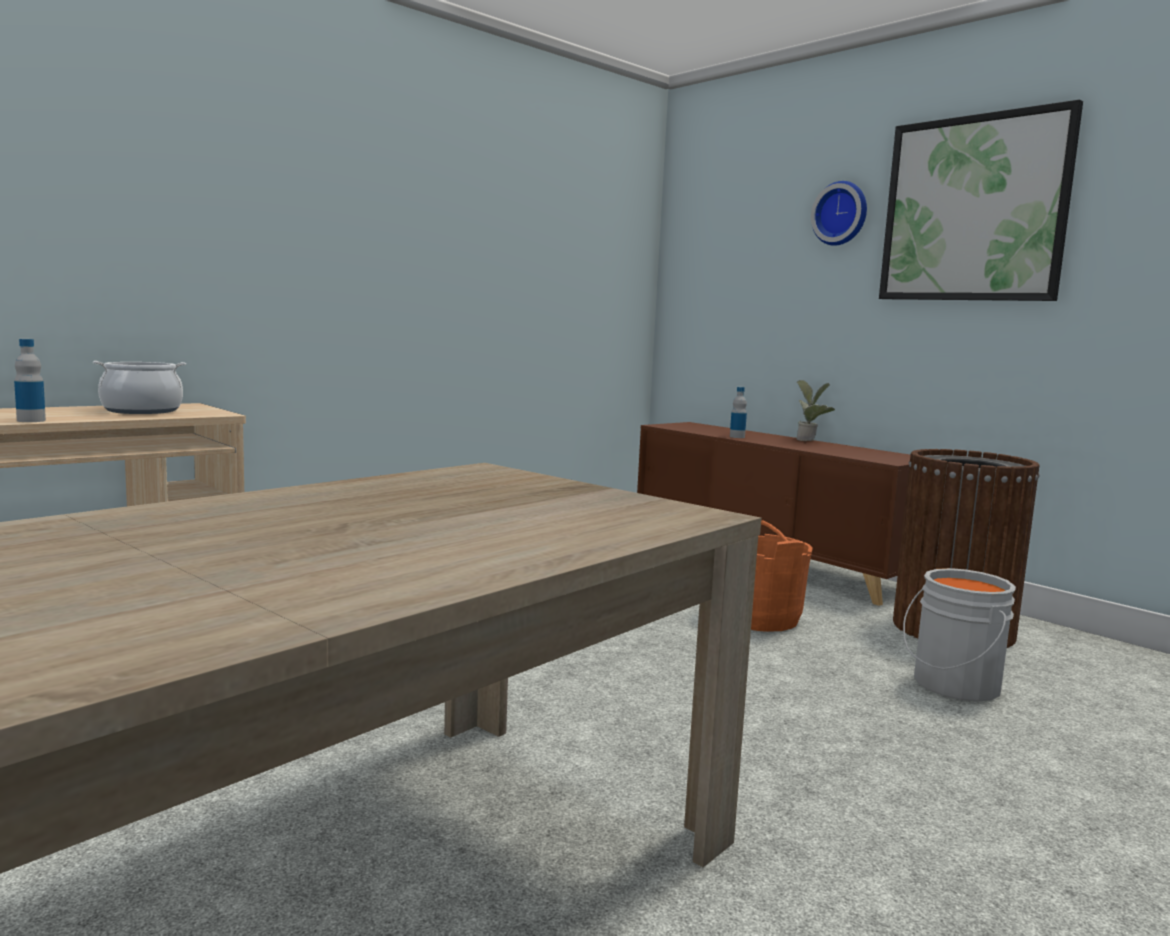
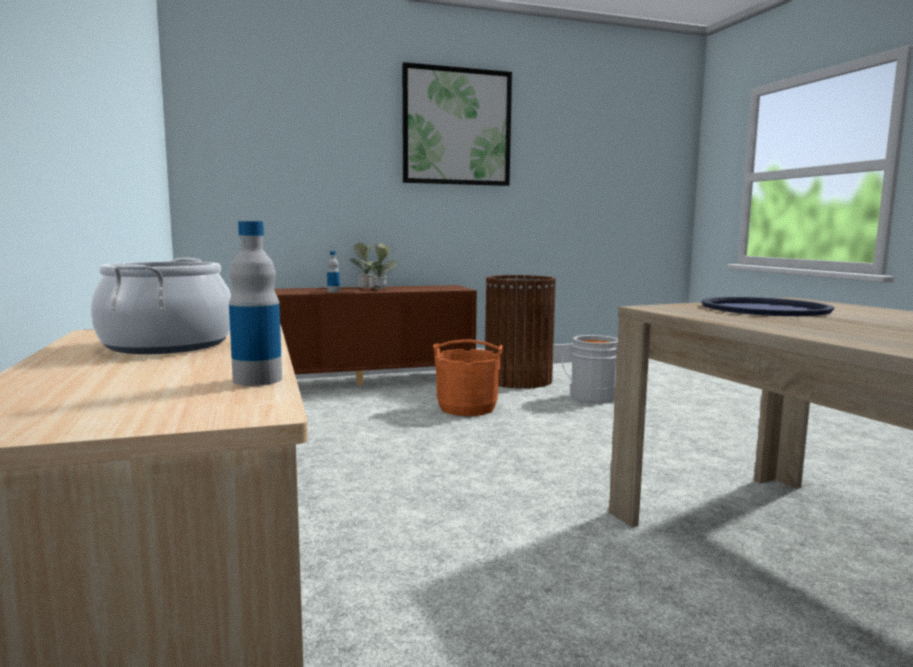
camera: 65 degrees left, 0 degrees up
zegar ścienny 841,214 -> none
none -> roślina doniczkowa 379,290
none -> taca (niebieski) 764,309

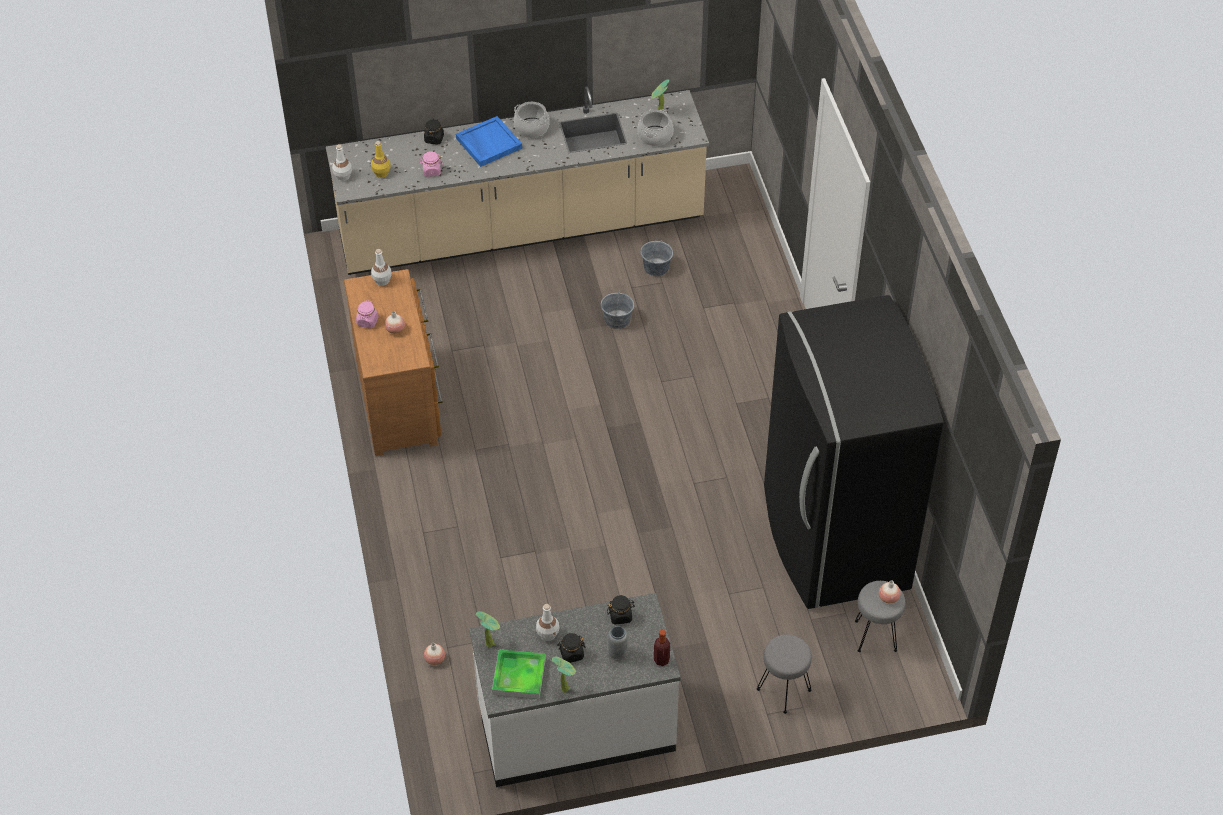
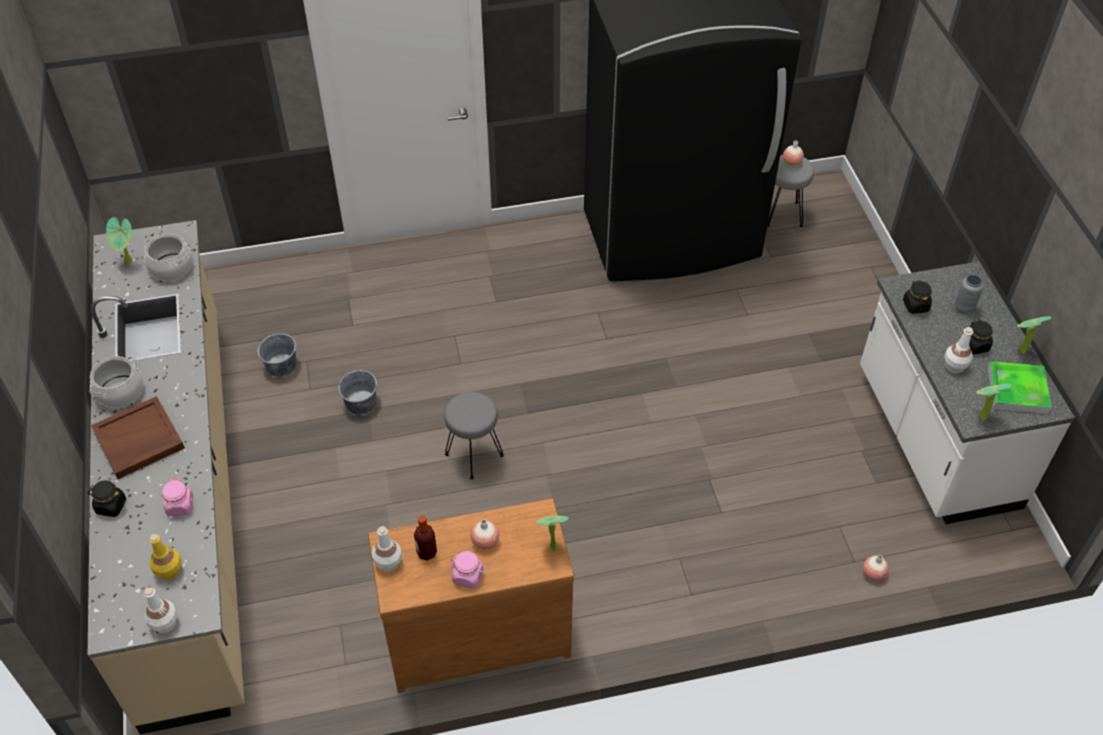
camera: 90 degrees left, 0 degrees up
taca (niebieski) 488,143 -> taca (brązowy) 138,440
butelka 661,660 -> butelka 427,552, moved
stołek (szary) 783,690 -> stołek (szary) 474,456, moved
none -> roślina doniczkowa 551,546

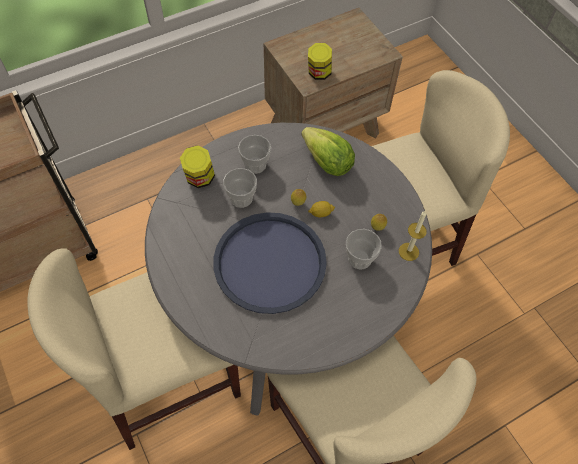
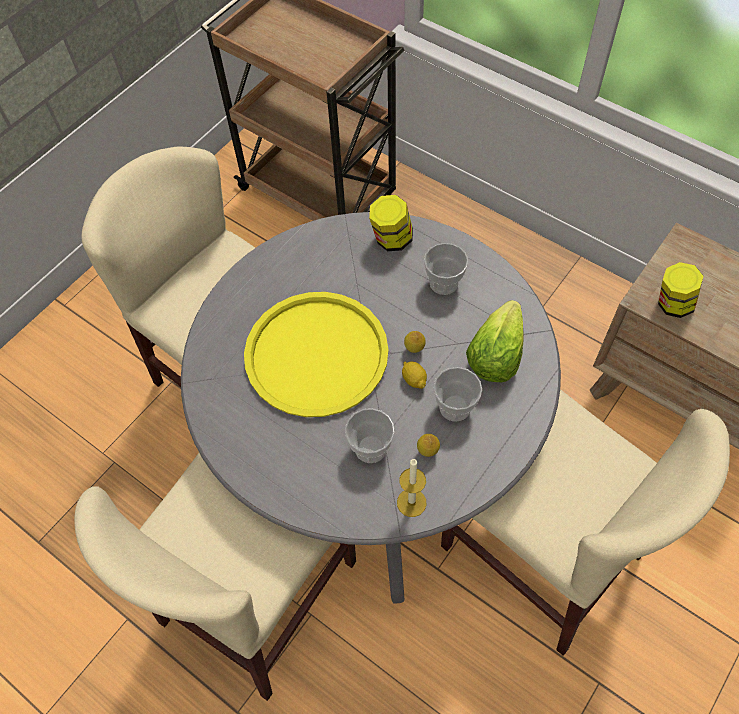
camera: 70 degrees right, 0 degrees up
taca (niebieski) 269,263 -> taca (żółty) 316,354
filiżanka 241,198 -> filiżanka 455,407, moved

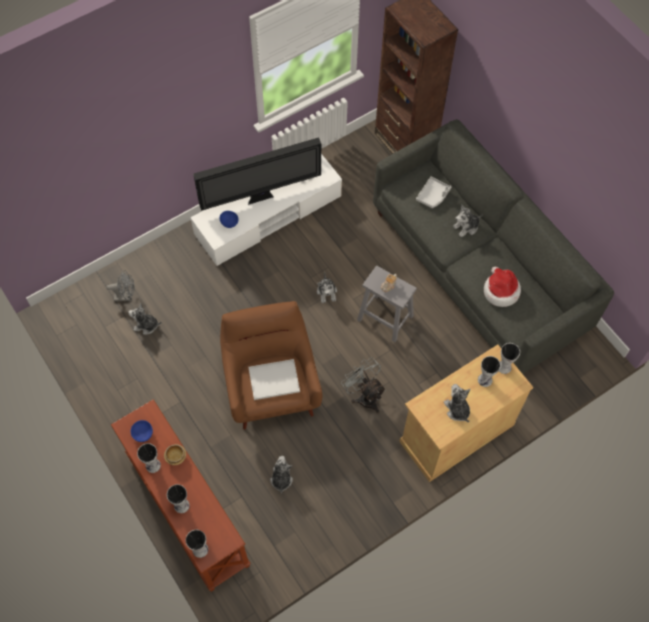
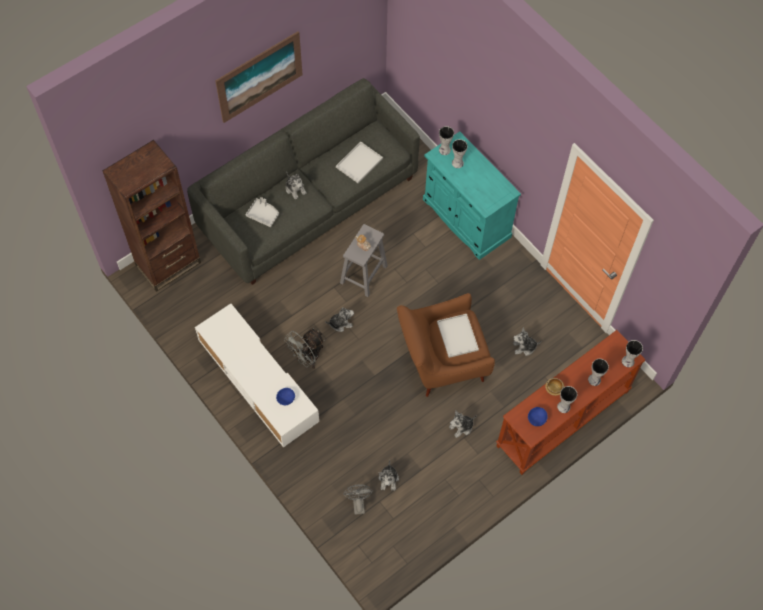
camera: 95 degrees left, 0 degrees up
telewizor 261,197 -> none
wentylator (szary) 364,396 -> wentylator (szary) 307,358, moved
szafka (beżowy) 456,432 -> szafka (turkusowy) 466,218
pluszak 457,409 -> pluszak 461,427, moved
kapelusz 500,291 -> taca (biały) 359,163
none -> obraz 259,77

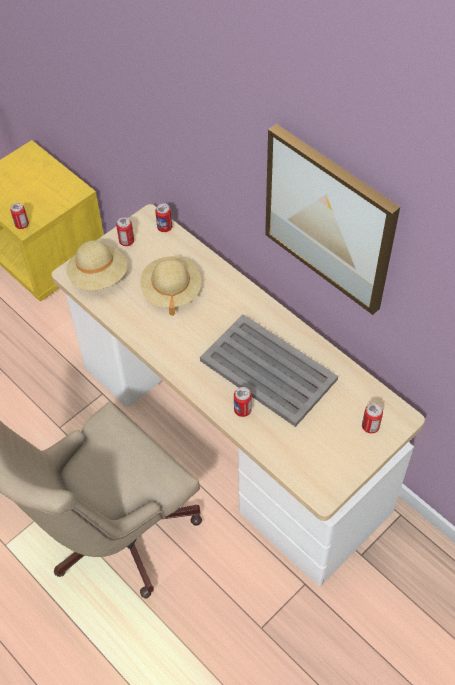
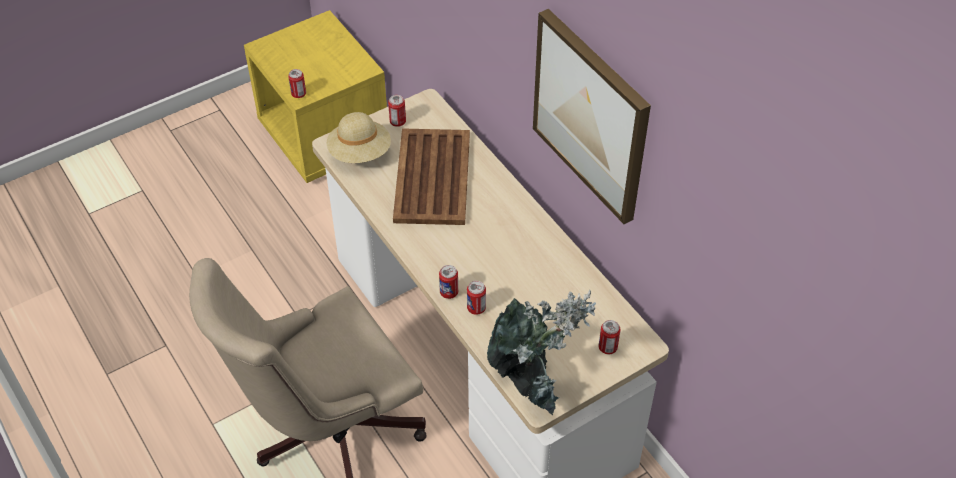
camera: 10 degrees right, 5 degrees down
kapelusz (beżowy) 171,291 -> taca (brązowy) 432,178
puszka 164,227 -> puszka 449,292, moved
taca (szary) 269,371 -> none
none -> roślina doniczkowa 533,381

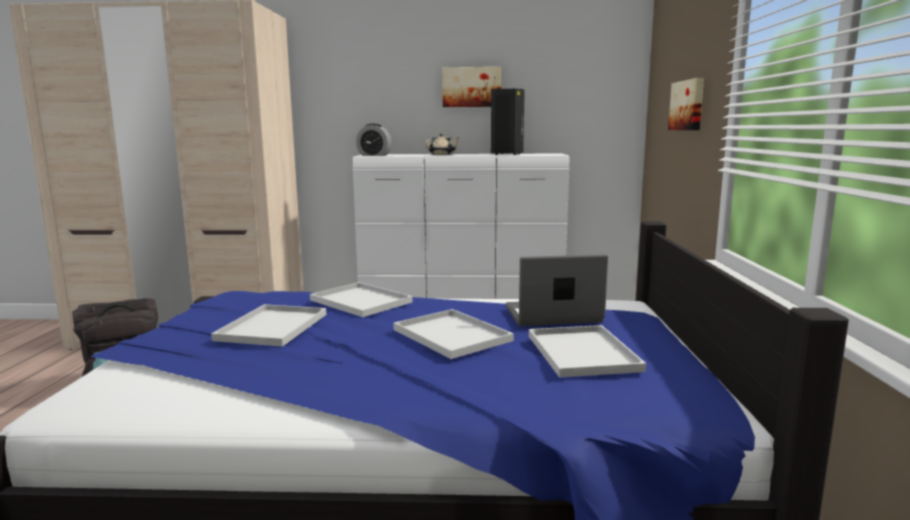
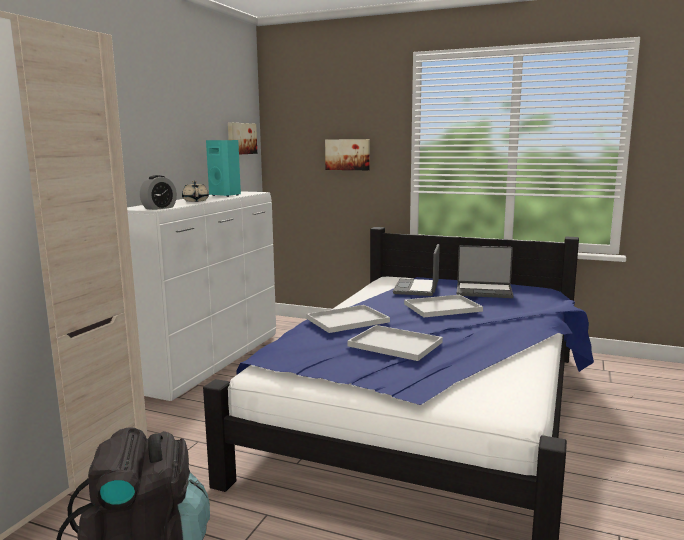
camera: 70 degrees left, 0 degrees up
obraz 471,87 -> obraz 241,138, moved
głośnik (czarny) 507,154 -> głośnik (turkusowy) 226,195
taca (biały) 584,353 -> laptop 484,291

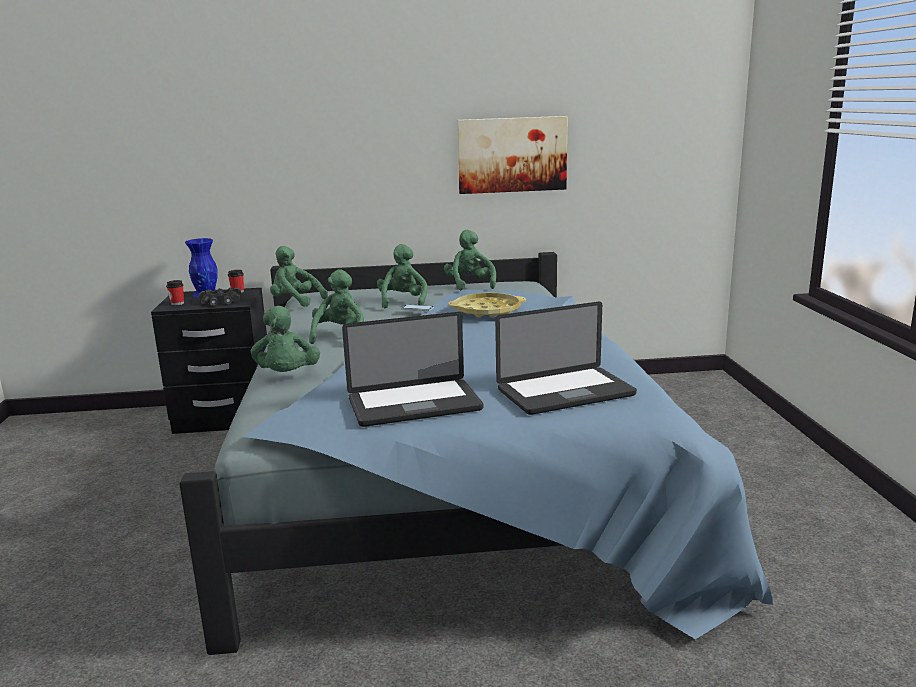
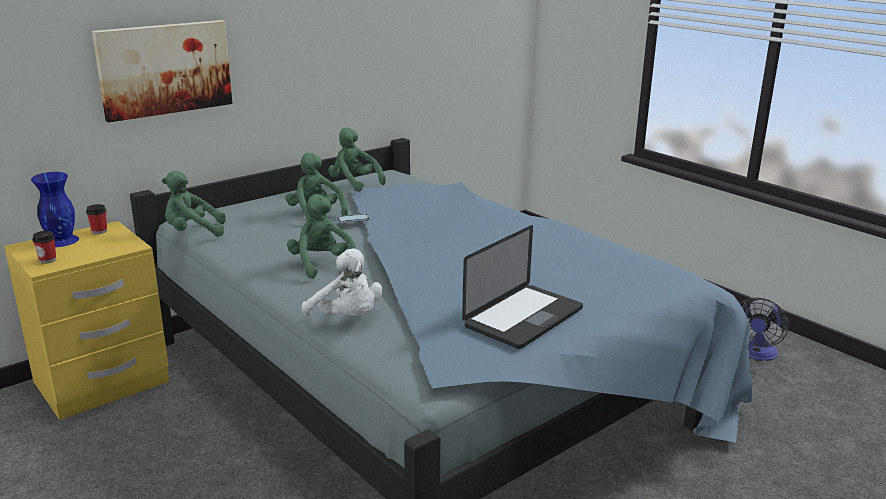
camera: 35 degrees left, 5 degrees up
szafka nocna (czarny) 225,417 -> szafka nocna (żółty) 102,383
lornetka (czarny) 221,301 -> none
pluszak (zielony) 287,376 -> pluszak (biały) 347,318
taca (żółty) 487,310 -> none
obraz 512,154 -> obraz 165,69, moved
laptop 565,393 -> none
none -> wentylator 756,354

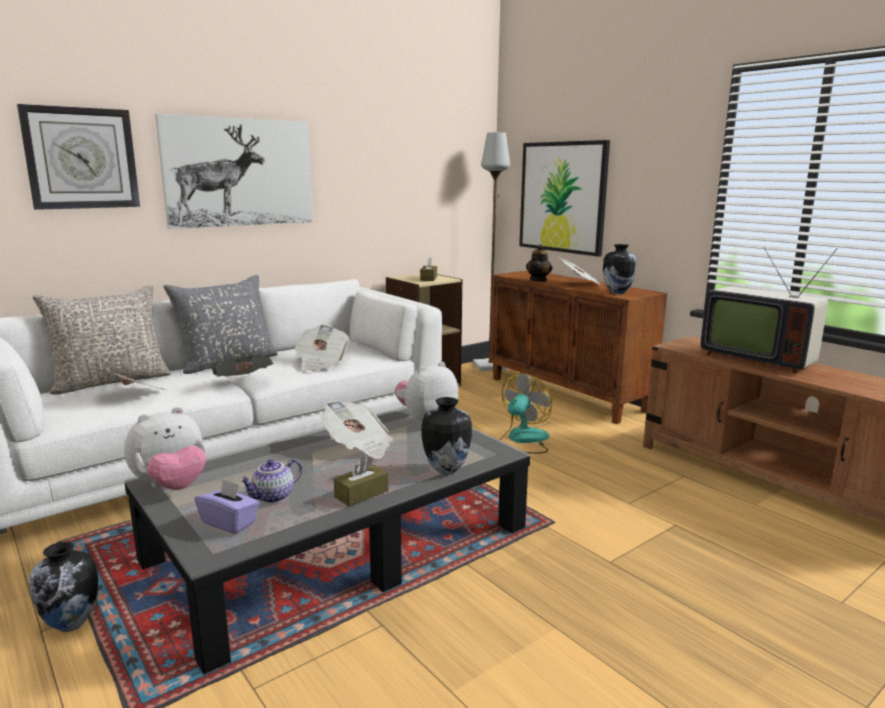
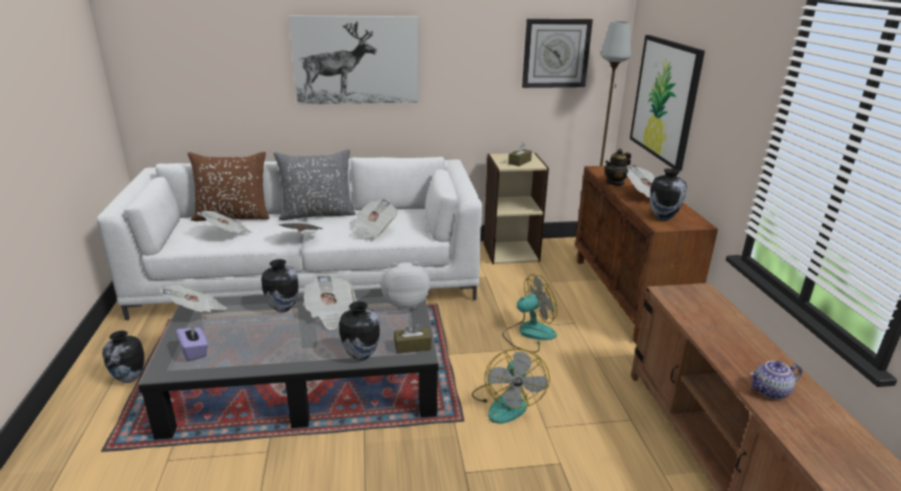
camera: 30 degrees right, 10 degrees up
zegar ścienny 81,158 -> zegar ścienny 556,53, moved
poduszka (szary) 111,381 -> poduszka (brązowy) 233,216
pluszak 172,486 -> gazeta 197,311
imbryk 273,497 -> imbryk 771,392, moved
pudełko chusteczek (brązowy) 361,494 -> pudełko chusteczek (brązowy) 412,346, moved
telewizor 756,358 -> none
none -> wazon 283,308
none -> wentylator 506,402

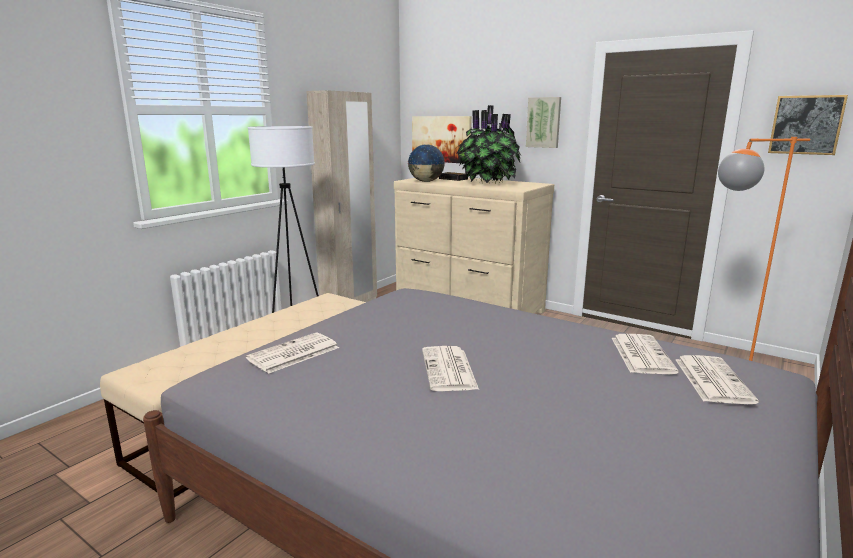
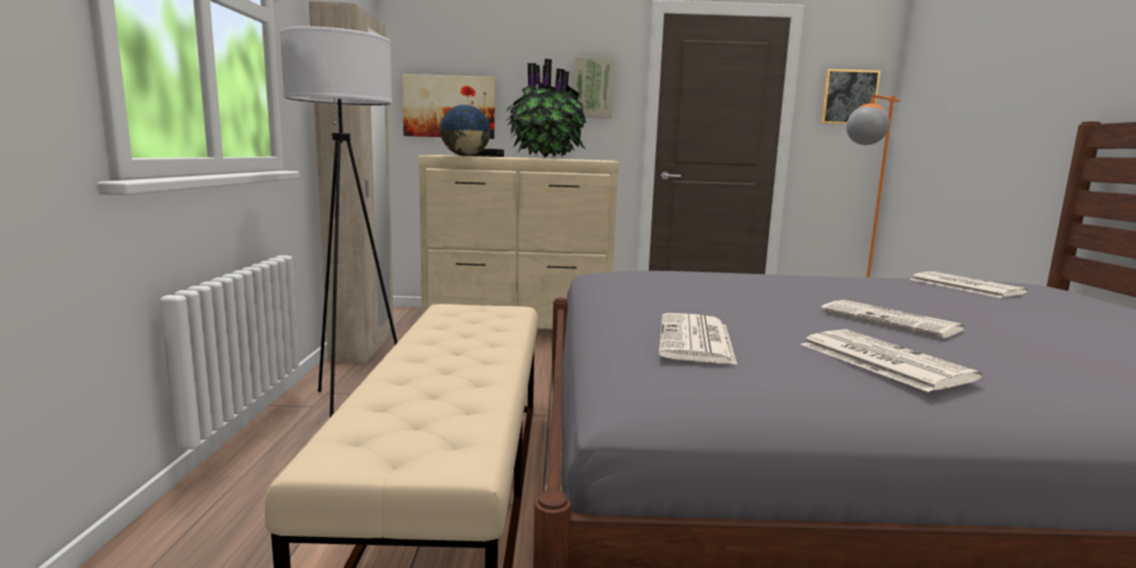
camera: 35 degrees left, 5 degrees down
gazeta 711,379 -> gazeta 880,360, moved

